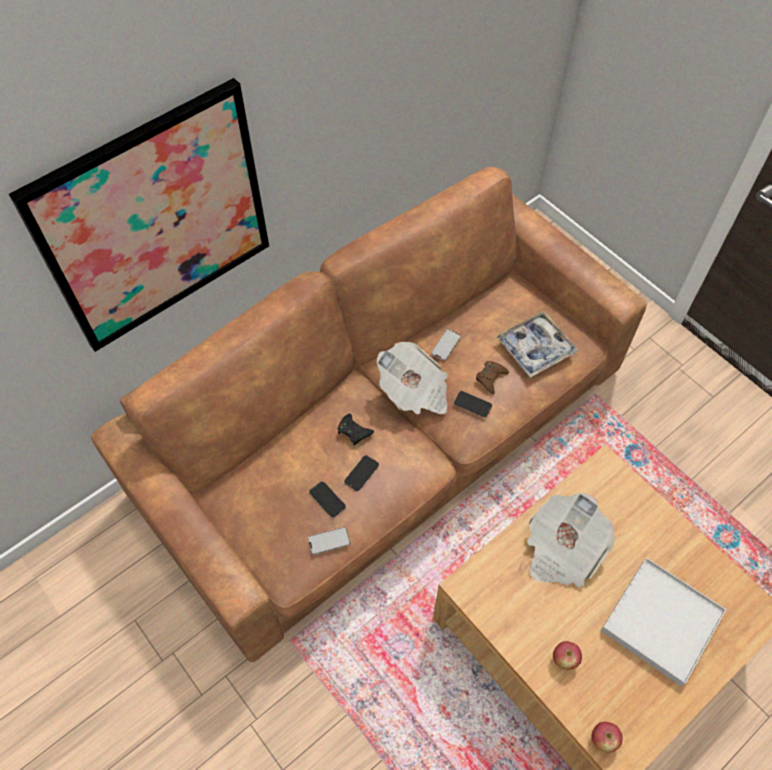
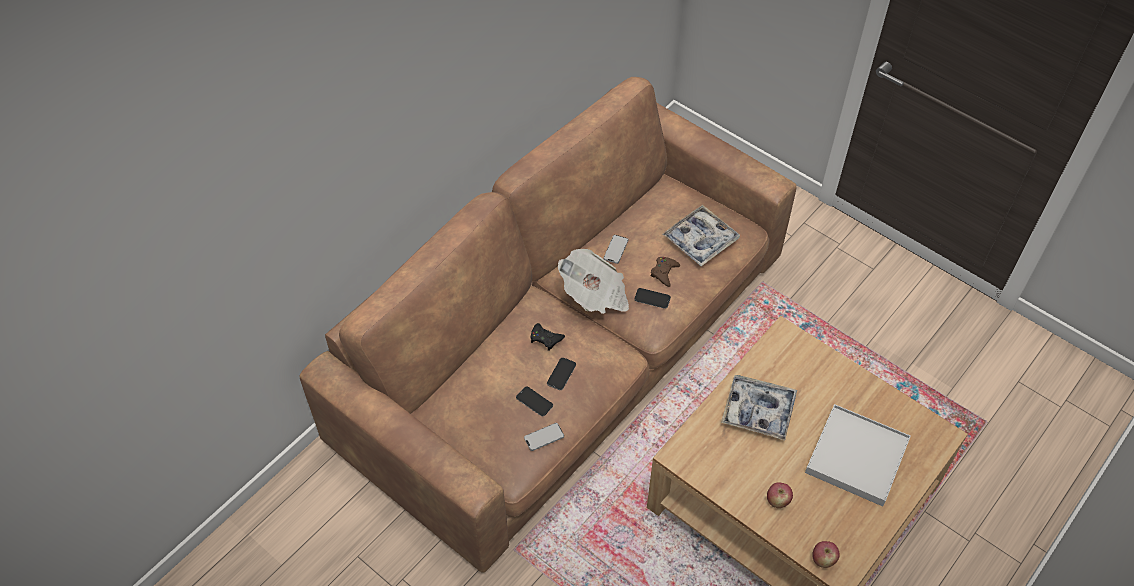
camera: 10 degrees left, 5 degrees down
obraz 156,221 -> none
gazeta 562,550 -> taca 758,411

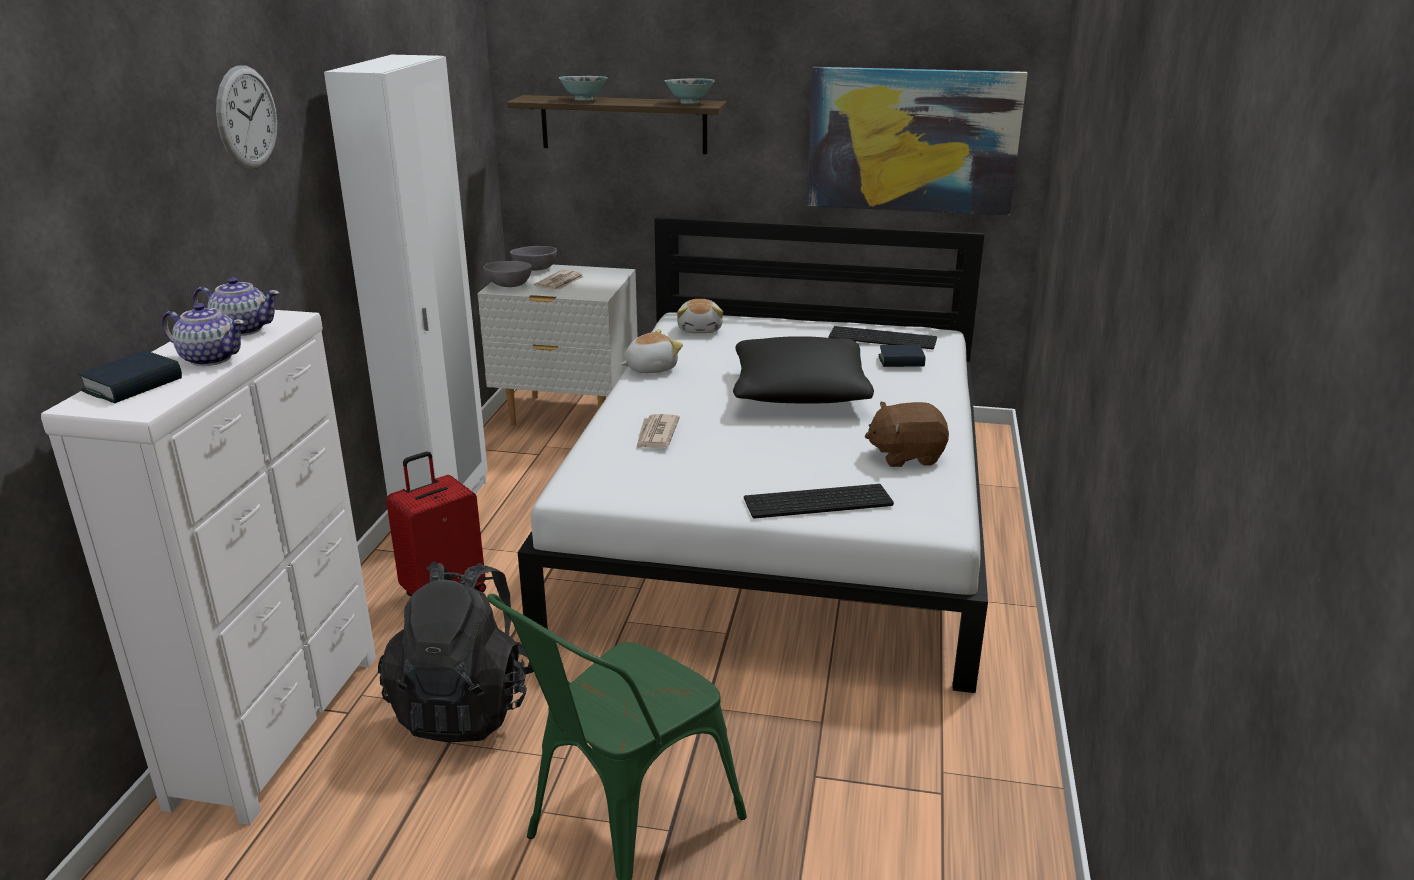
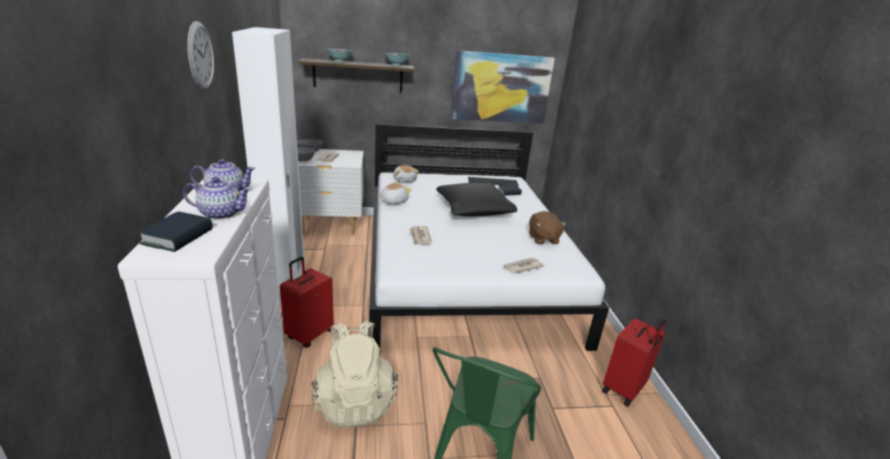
camera: 20 degrees left, 0 degrees up
plecak (czarny) 466,705 -> plecak (beżowy) 355,401
klawiatura 817,503 -> gazeta 522,267
pluszak (brązowy) 905,456 -> pluszak (brązowy) 543,239, 75 degrees counterclockwise
none -> walizka (czerwony) 624,389

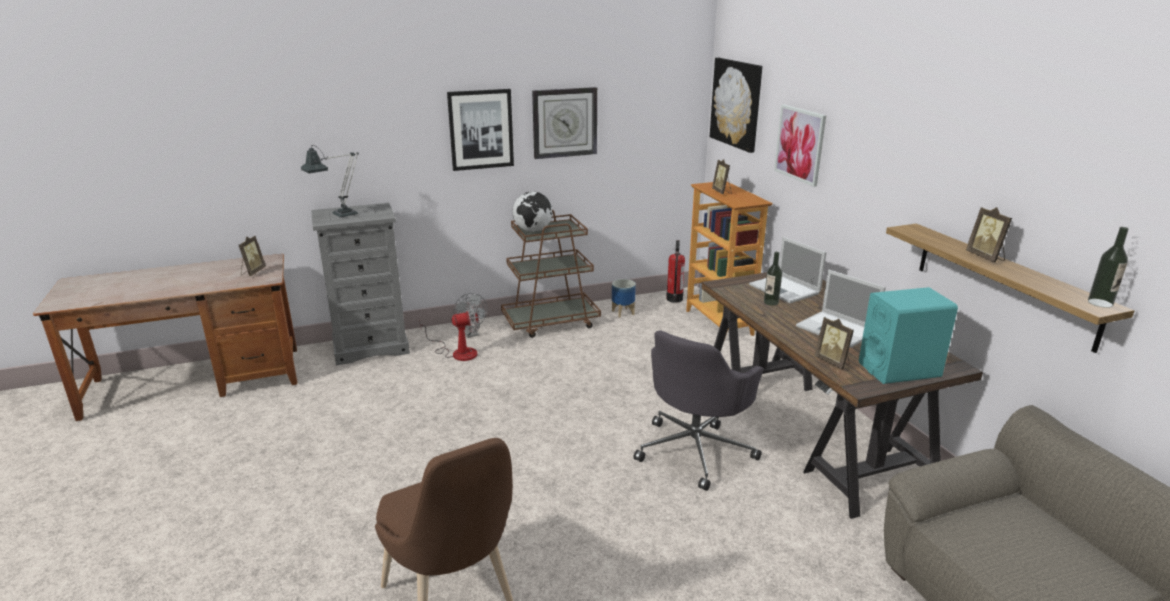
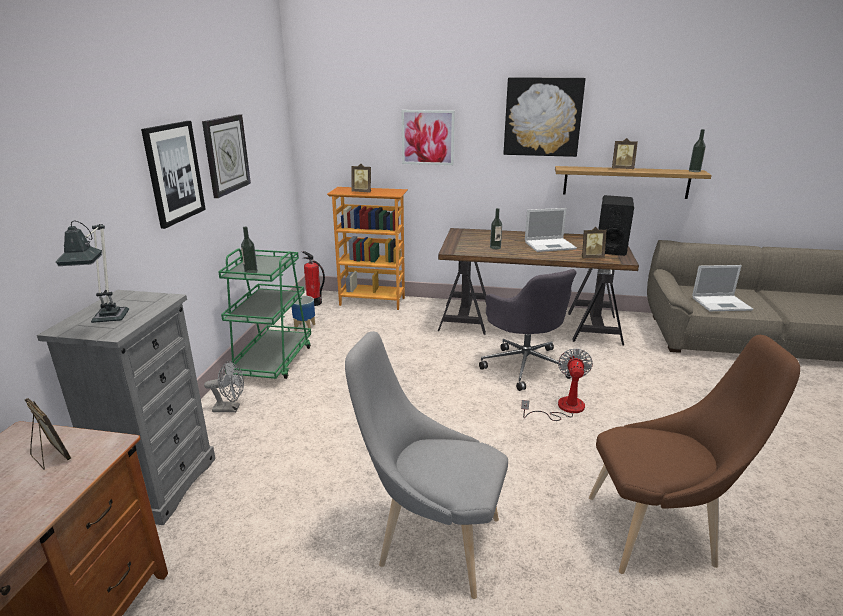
camera: 60 degrees left, 0 degrees up
wentylator 458,352 -> wentylator 563,408, moved
wózek (brązowy) 551,322 -> wózek (zielony) 272,361
globus 533,230 -> butelka 251,272
obraz 736,103 -> obraz 542,117, moved
laptop 785,289 -> laptop 722,303, moved
głośnik (turkusowy) 899,370 -> głośnik (czarny) 610,248
none -> krzesło (szary) 431,541

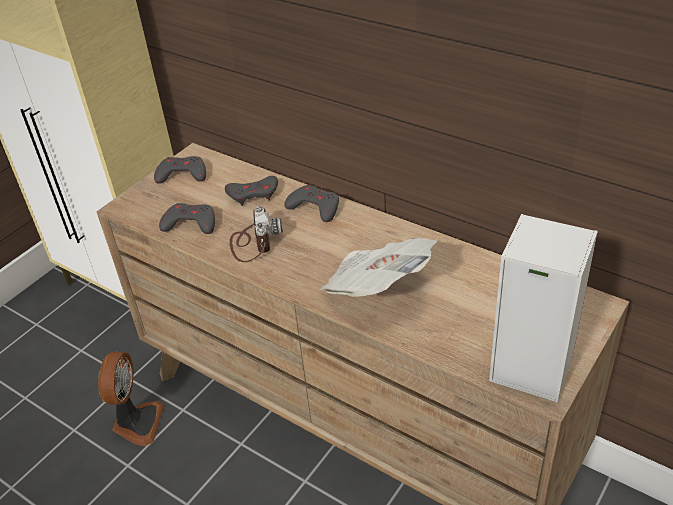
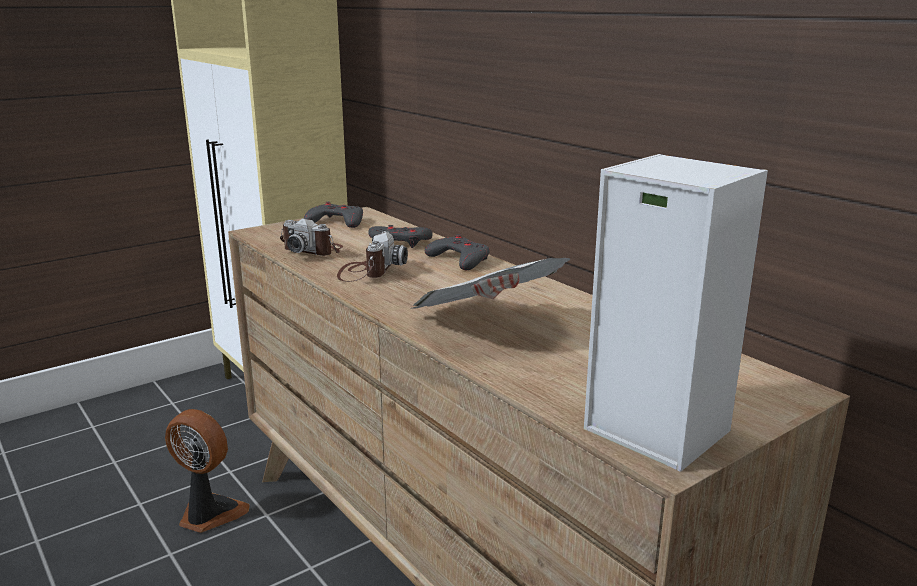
camera: 15 degrees right, 20 degrees down
wentylator 137,423 -> wentylator 209,514, 90 degrees counterclockwise
pad do gier (szary) 190,223 -> aparat fotograficzny 313,250

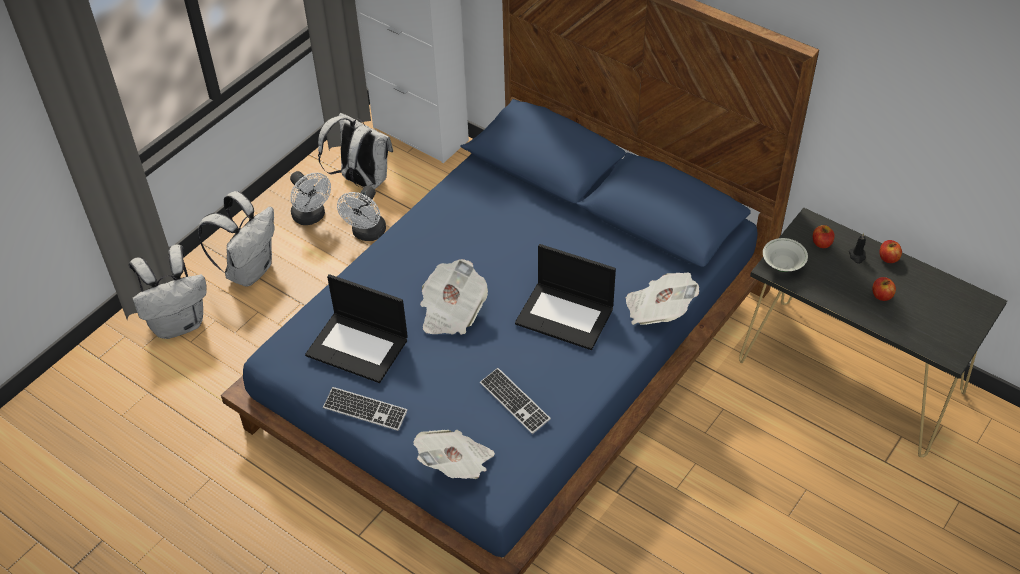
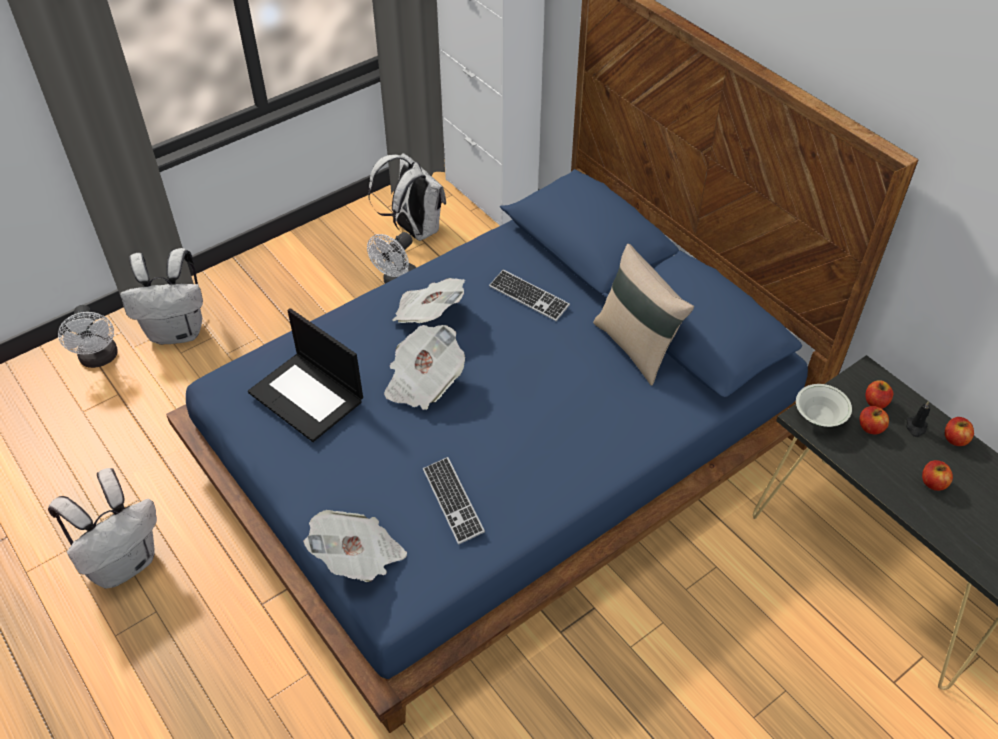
camera: 15 degrees right, 0 degrees up
plecak (biały) 249,270 -> plecak (biały) 124,562, moved
wentylator (biały) 311,217 -> wentylator (biały) 99,359, moved
klawiatura 365,410 -> klawiatura 529,297, moved
laptop 566,315 -> none
gazeta 658,310 -> gazeta 428,314, moved
none -> poduszka (beżowy) 636,346
none -> jabłko 870,428

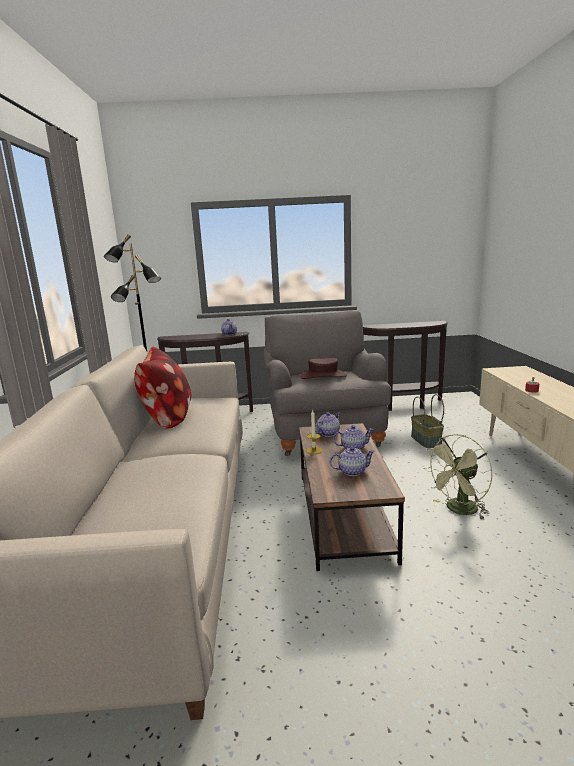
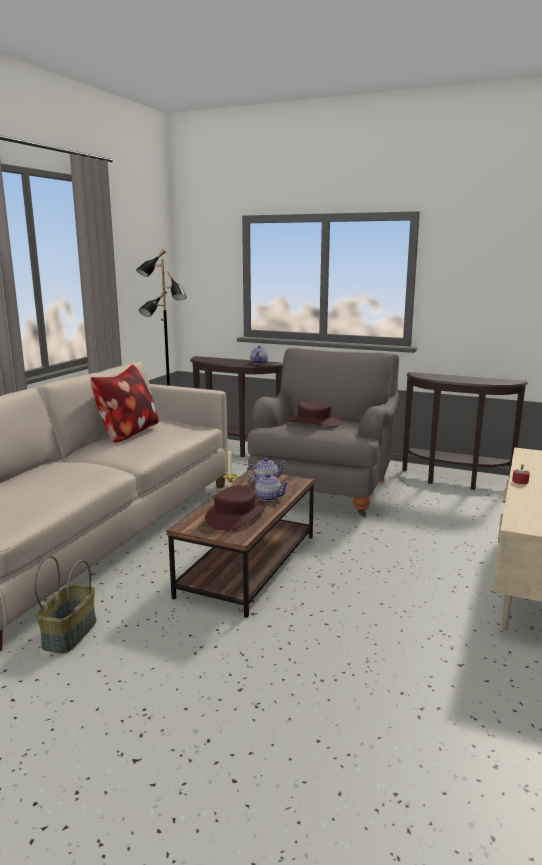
camera: 25 degrees right, 0 degrees up
imbryk 352,471 -> kapelusz (brązowy) 235,516
koszyk 425,440 -> koszyk 69,633, moved
wentylator (zielony) 458,510 -> none

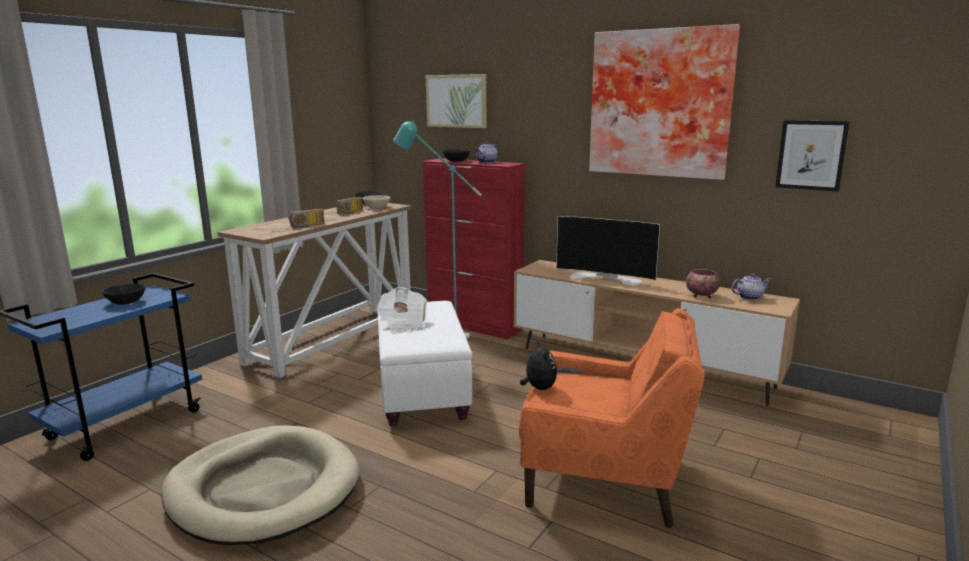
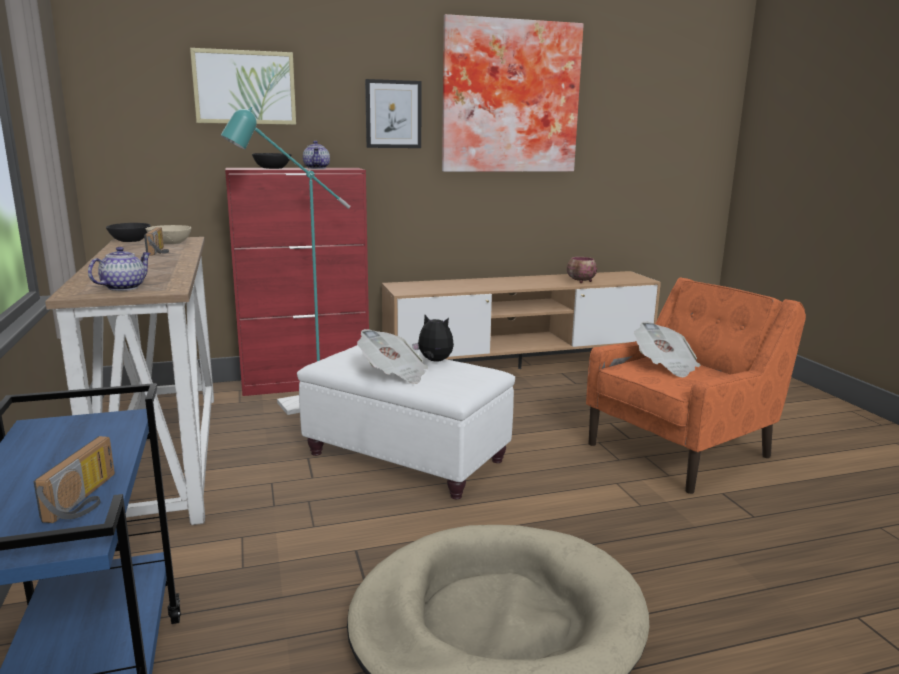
camera: 50 degrees left, 0 degrees up
miska (czarny) 126,302 -> none
radio 307,226 -> radio 87,499, moved
pluszak 538,388 -> pluszak 434,361, moved
telewizor 606,277 -> none
imbryk 749,297 -> imbryk 123,287, moved
obraz 811,155 -> obraz 393,114, moved
none -> gazeta 665,366

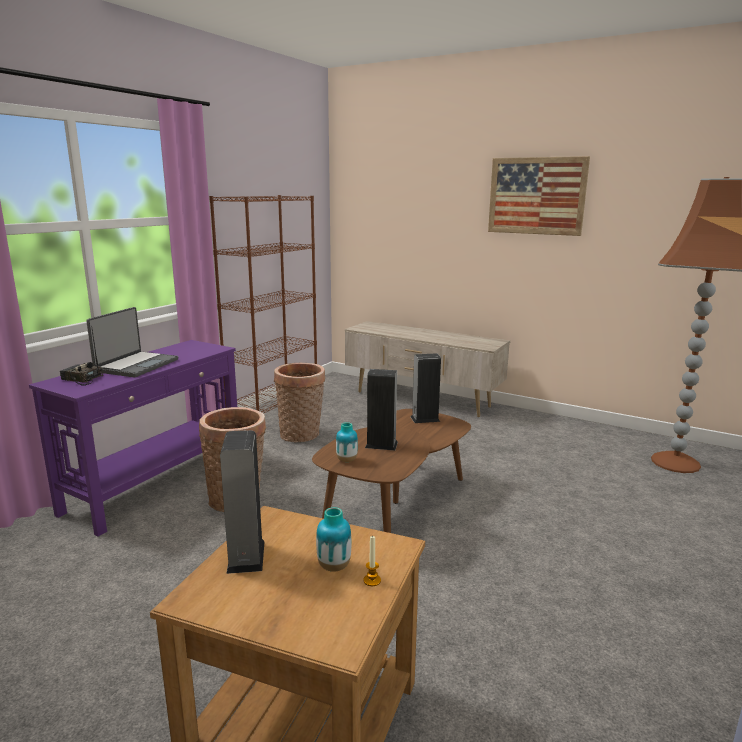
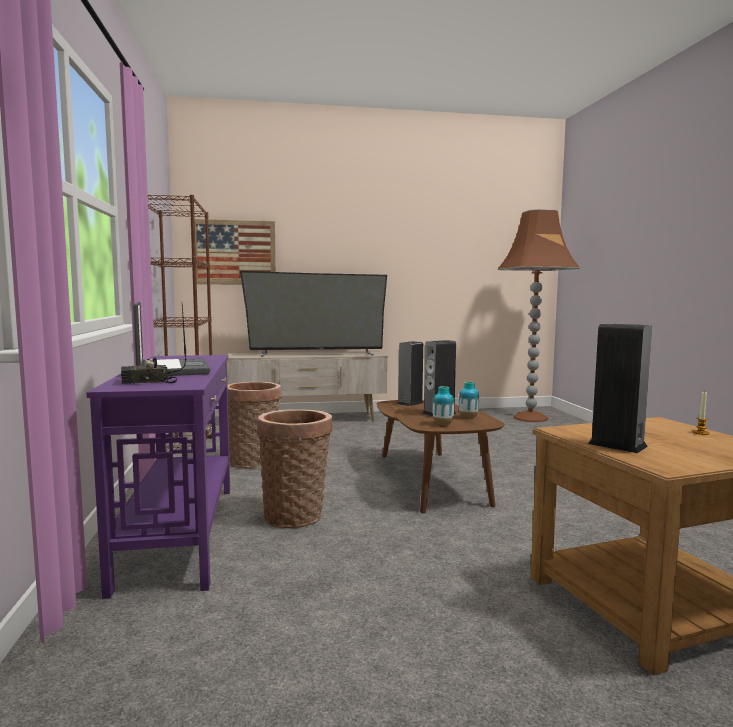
camera: 40 degrees left, 10 degrees down
wazon 334,566 -> wazon 468,418, moved
obraz 536,196 -> obraz 234,252, moved
none -> telewizor 316,354

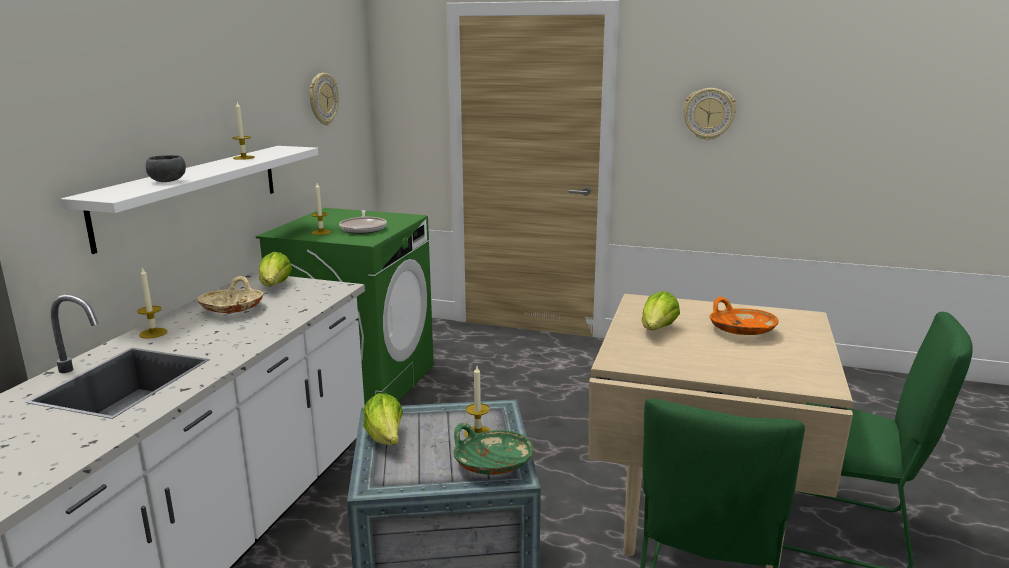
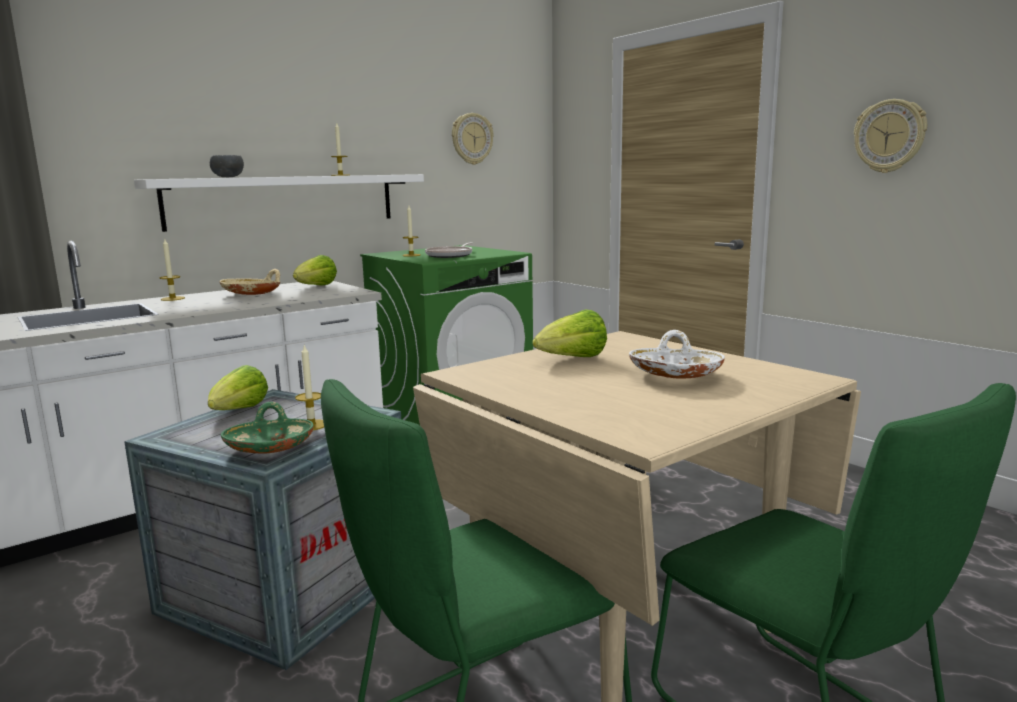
camera: 35 degrees right, 5 degrees down
miska (pomarańczowy) 740,330 -> miska (biały) 675,375

